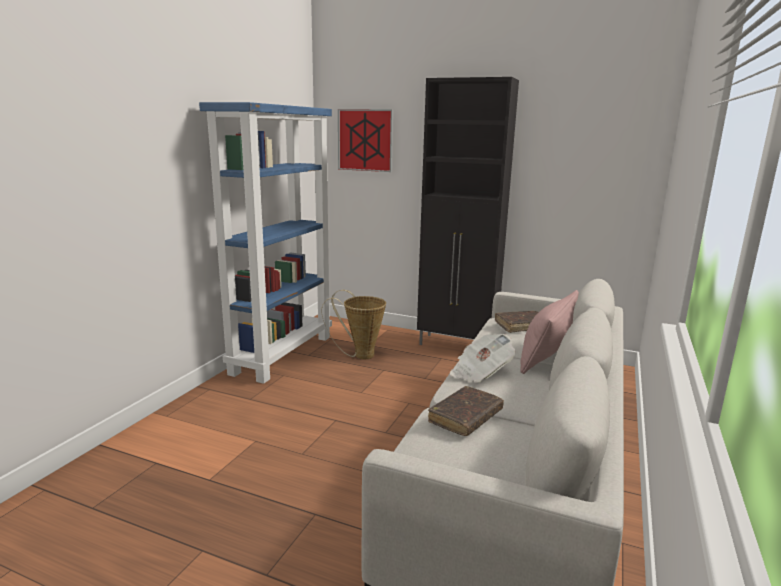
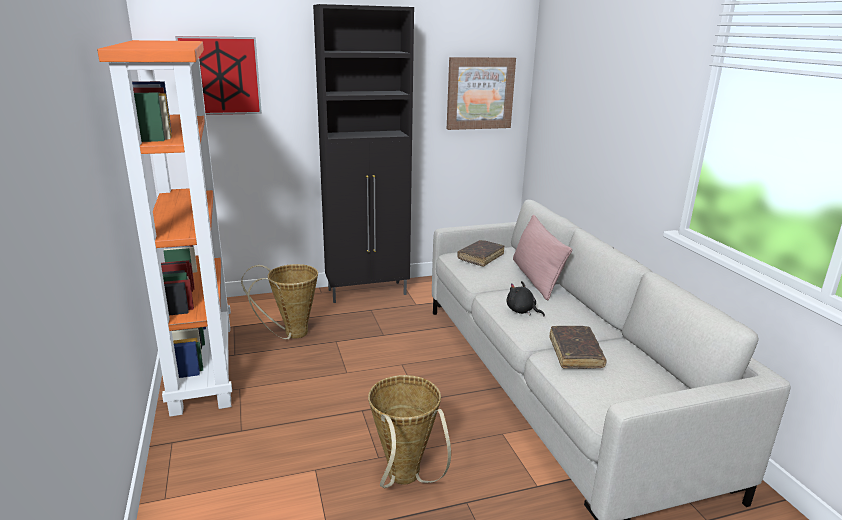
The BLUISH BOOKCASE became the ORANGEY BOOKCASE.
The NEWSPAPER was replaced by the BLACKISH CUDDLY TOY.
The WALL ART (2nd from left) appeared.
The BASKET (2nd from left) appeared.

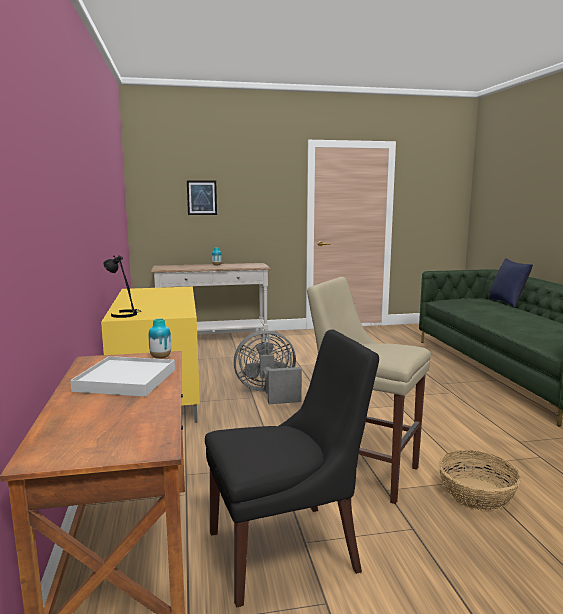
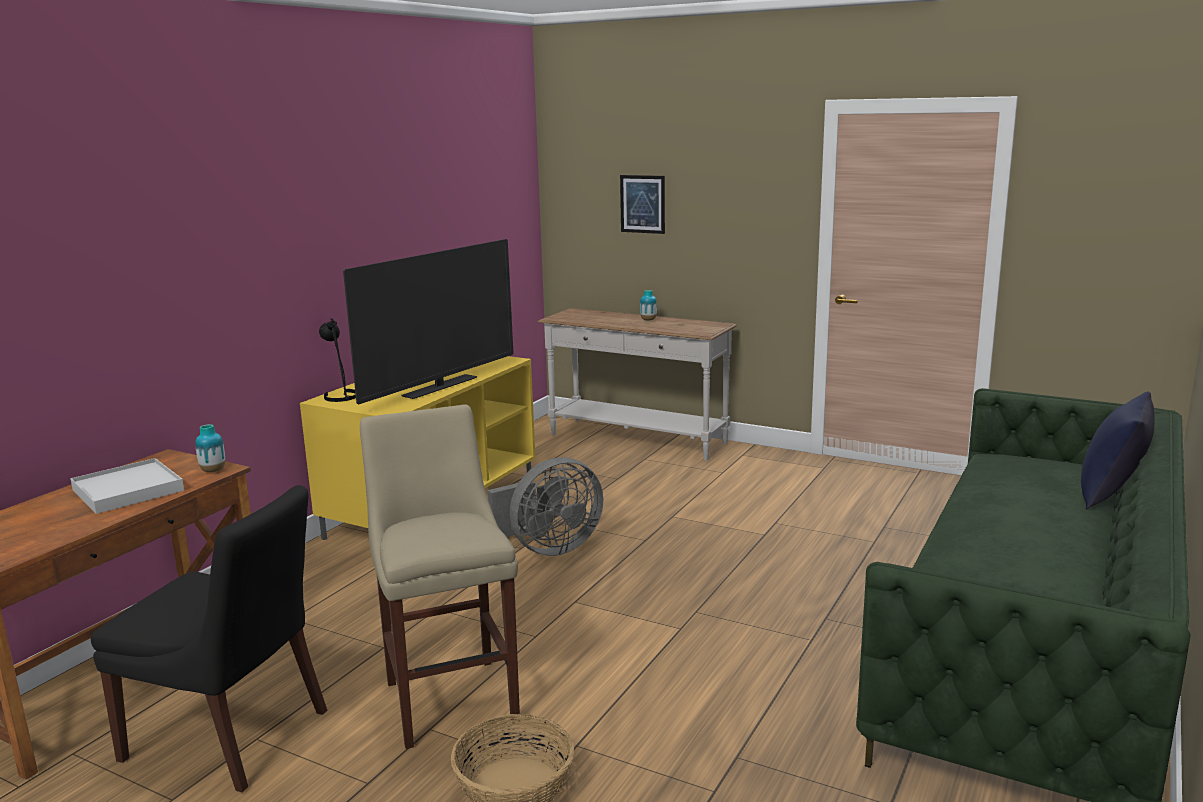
The GREYISH ELECTRIC FAN turned 120 degrees clockwise.
The TV SET appeared.

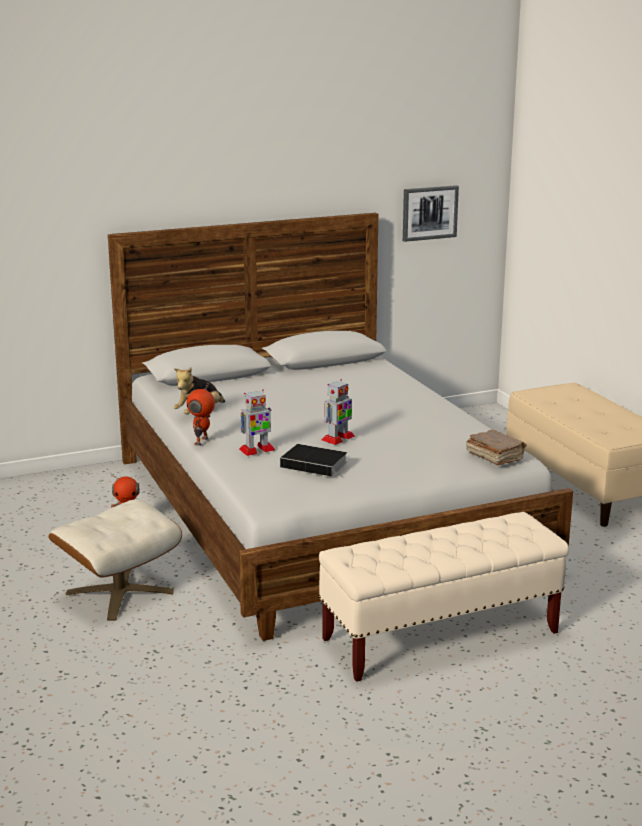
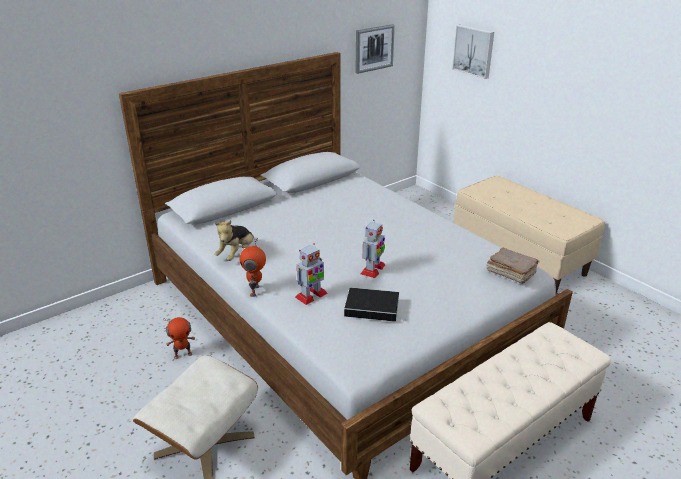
The WALL ART (2nd from left) appeared.

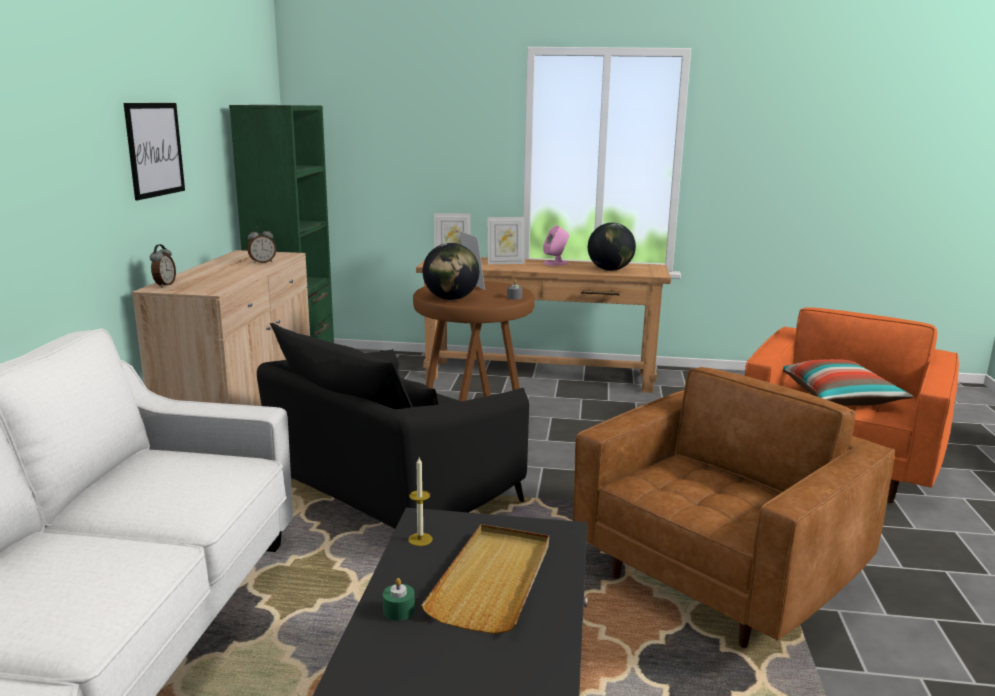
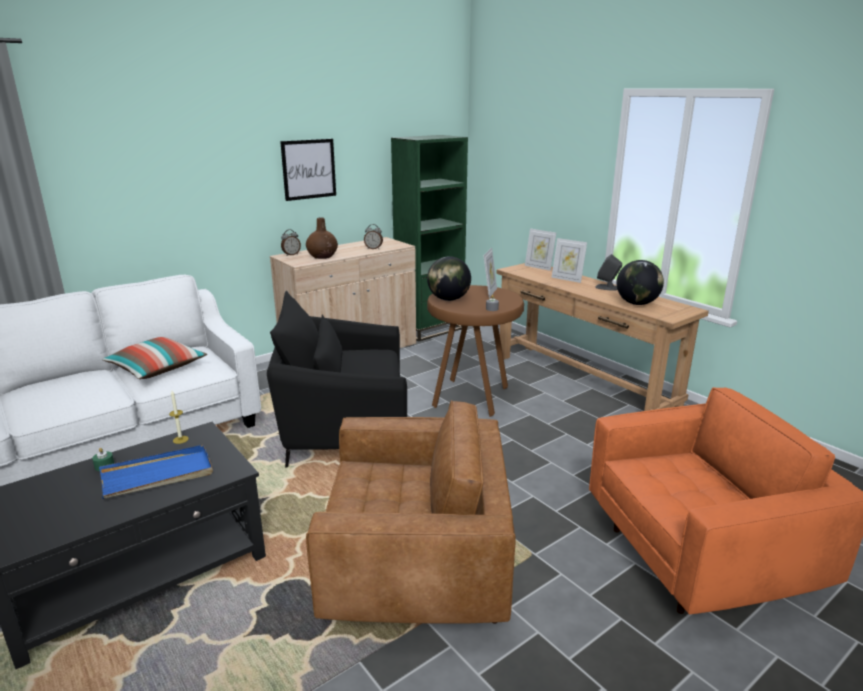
The PINK SPEAKER became the GREYISH SPEAKER.
The PILLOW moved.
The BEIGE-COLOURED TRAY became the BLUISH TRAY.
The BROWN-COLOURED FLOWER VASE appeared.

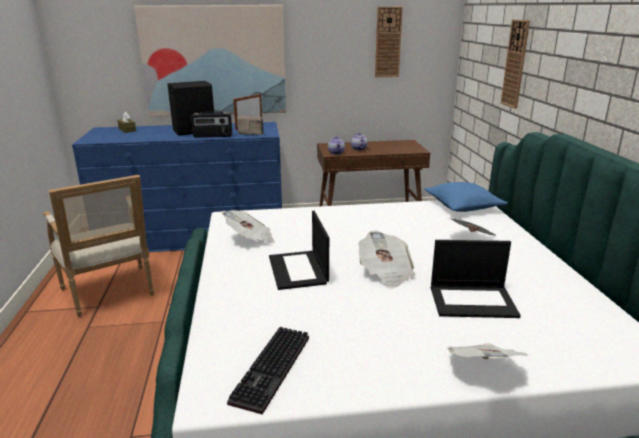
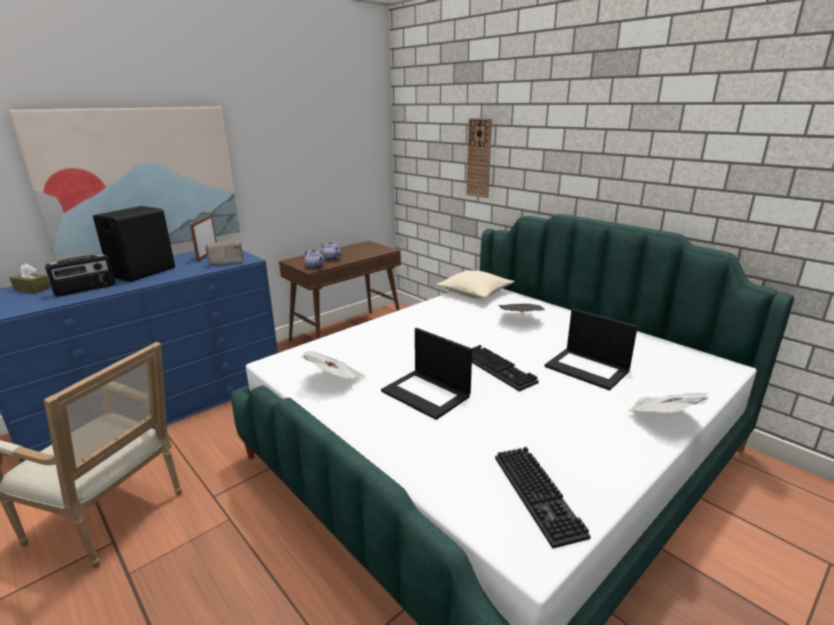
The CLOCK ON THE WALL (1st from left) disappeared.
The RADIO (1st from left) moved.
The BLUISH PILLOW became the BEIGE-COLOURED PILLOW.
The NEWSPAPER (2nd from left) was replaced by the KEYBOARD (1st from left).
The NOTEBOOK COMPUTER (2nd from left) turned 75 degrees clockwise.

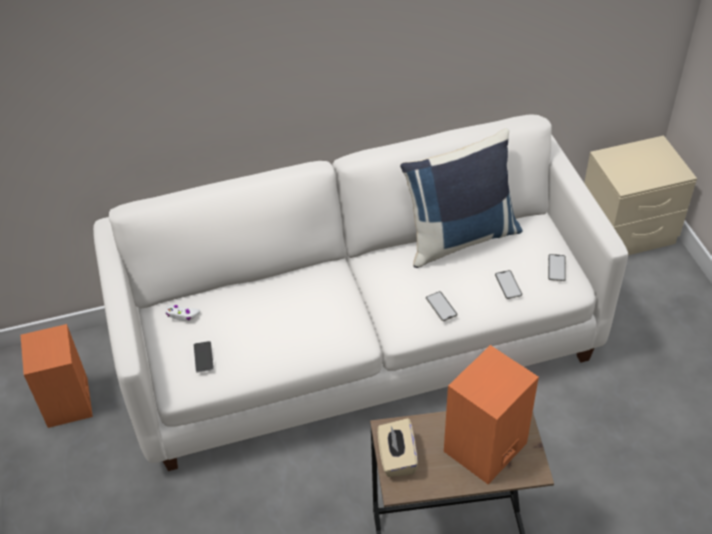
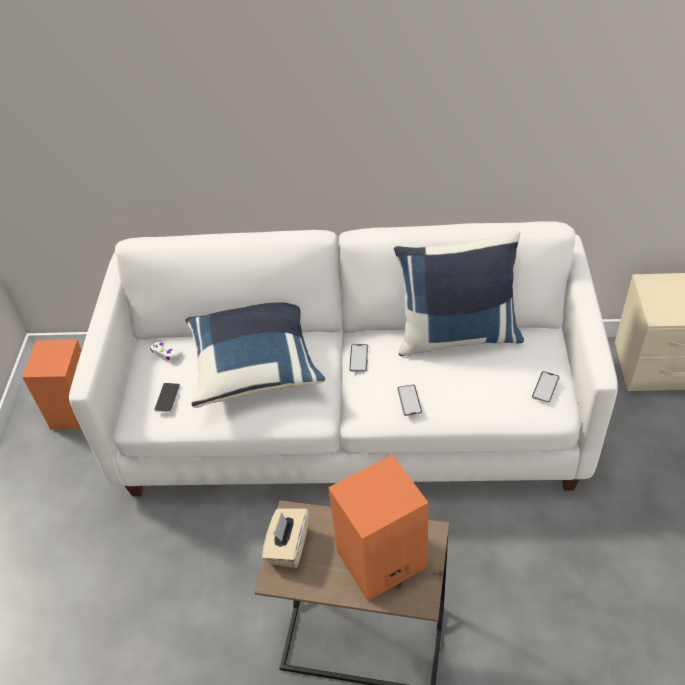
The HANDSET (3rd from left in the first image) moved.
The BLUISH PILLOW (1st from left) appeared.

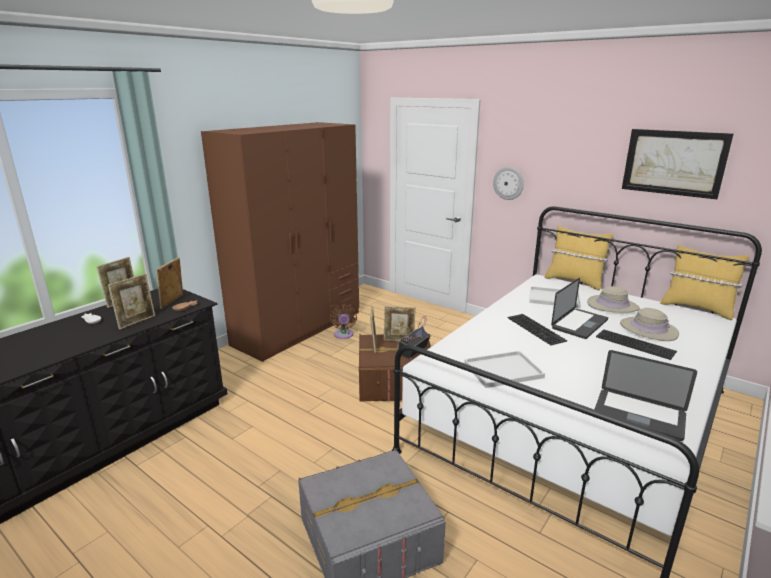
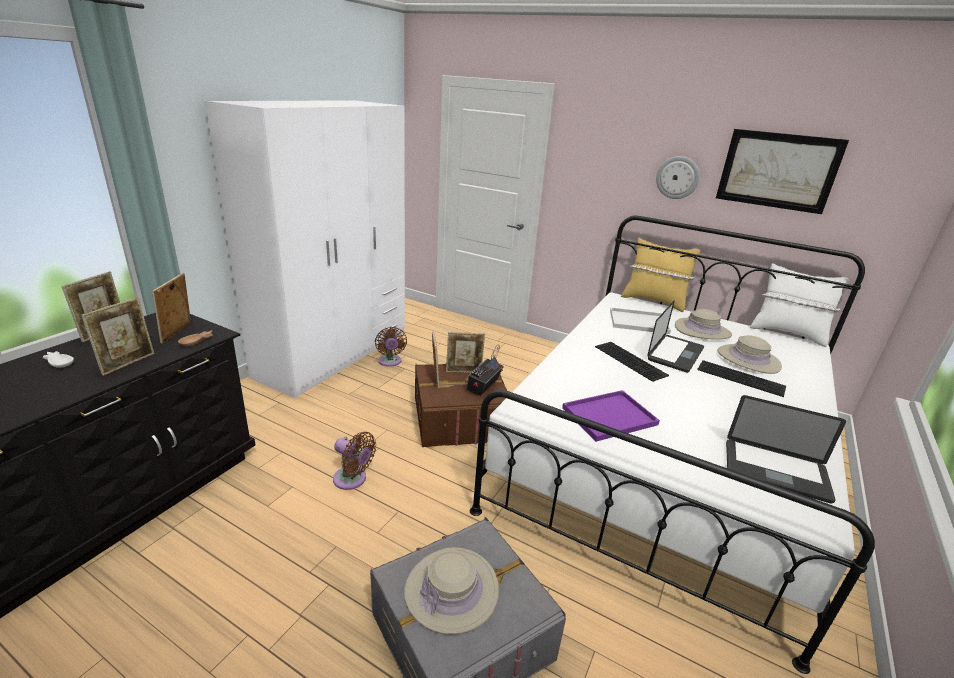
The BROWN-COLOURED CLOTHES CUPBOARD became the WHITE CLOTHES CUPBOARD.
The CLOCK ON THE WALL moved.
The YELLOWISH PILLOW (2nd from left) became the WHITE PILLOW.
The WHITE TRAY (1st from left) became the PURPLE TRAY.
The BROWN-COLOURED ELECTRIC FAN (1st from left) appeared.
The BEIGE-COLOURED HAT (1st from left) appeared.

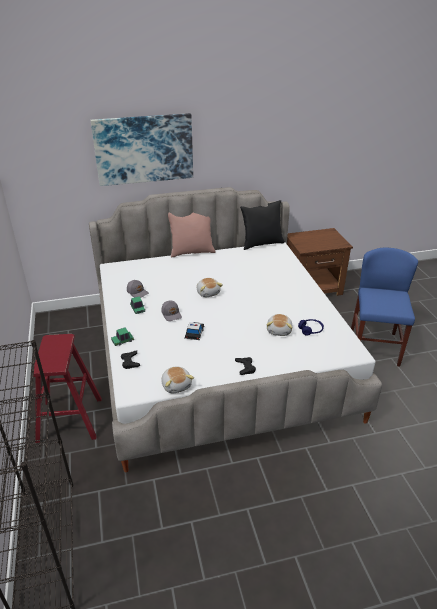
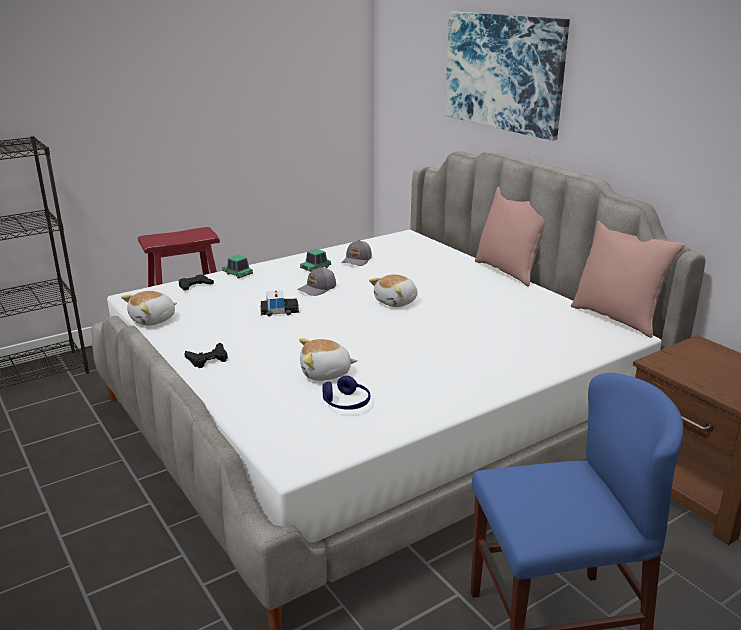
The BLACKISH PILLOW became the PINK PILLOW (2nd from left).

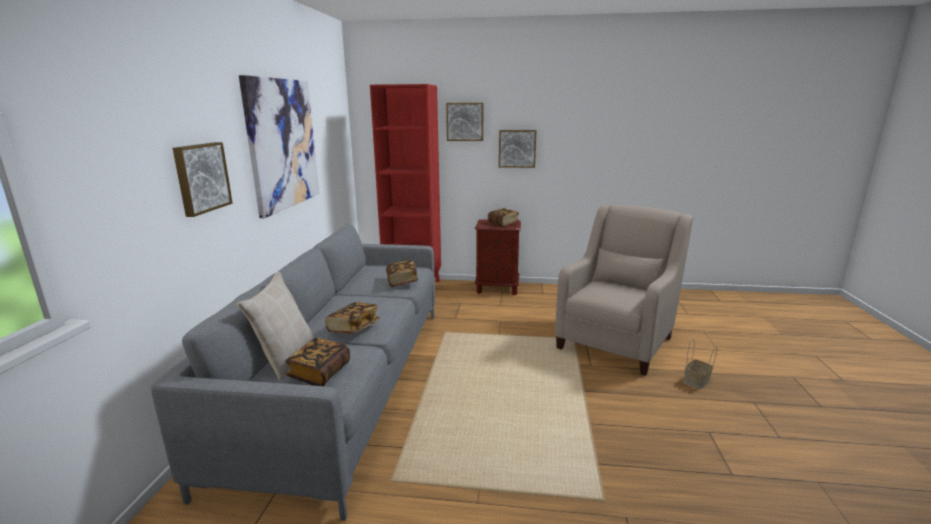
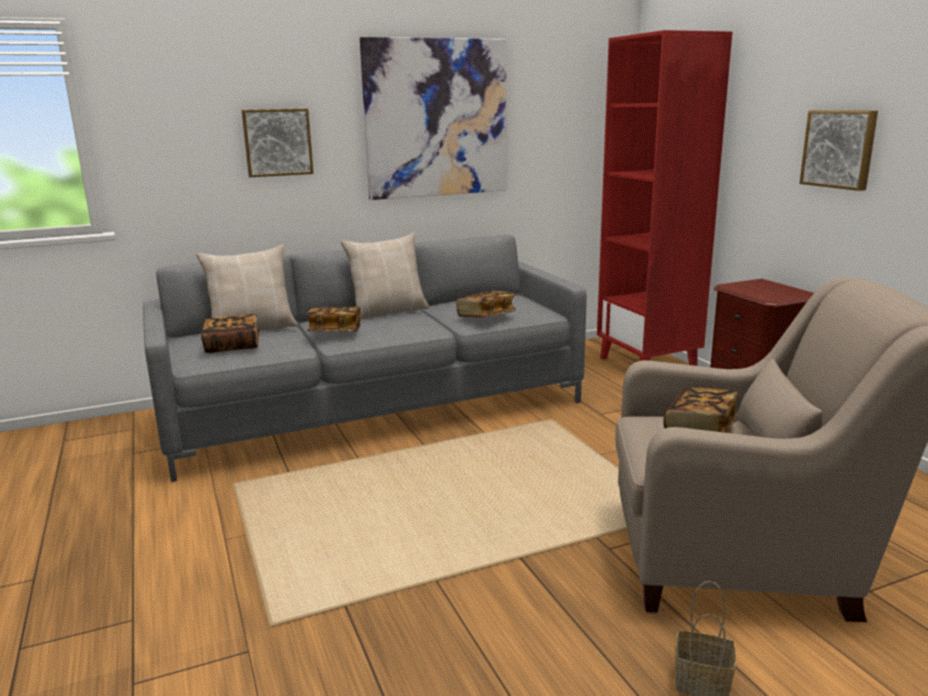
The WALL ART (3rd from left) disappeared.
The VOLUME (4th from left) moved.
The BEIGE-COLOURED PILLOW (2nd from left) appeared.

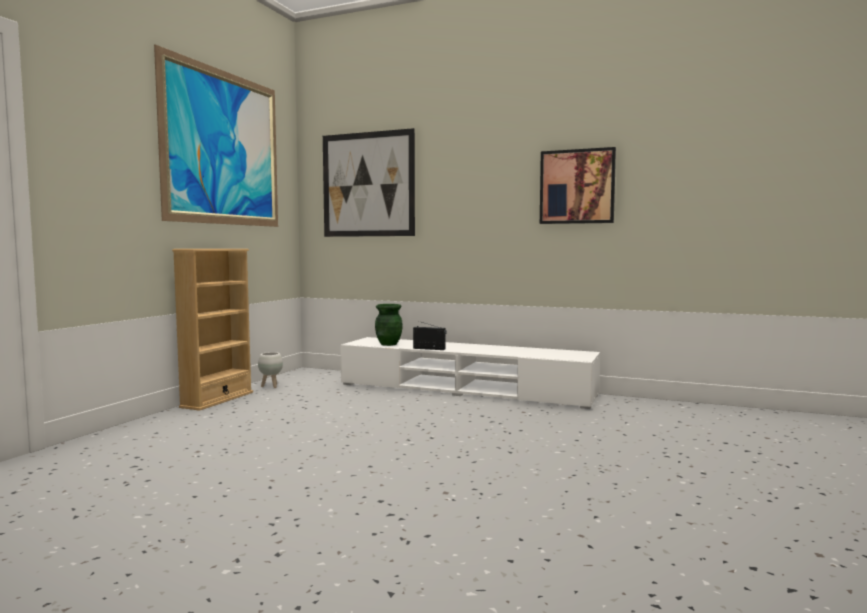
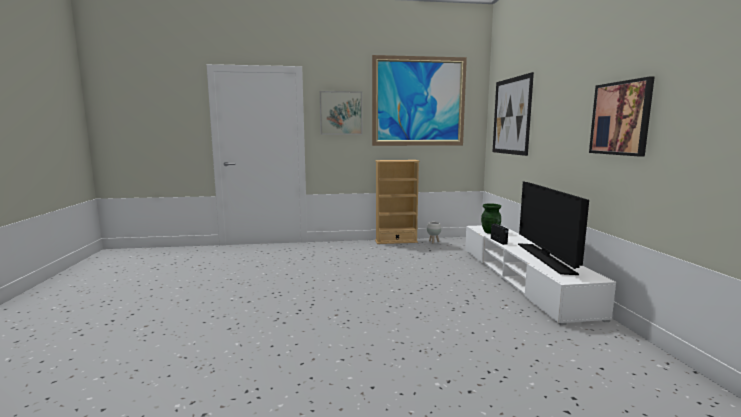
The WALL ART (1st from left) appeared.
The TV SET appeared.

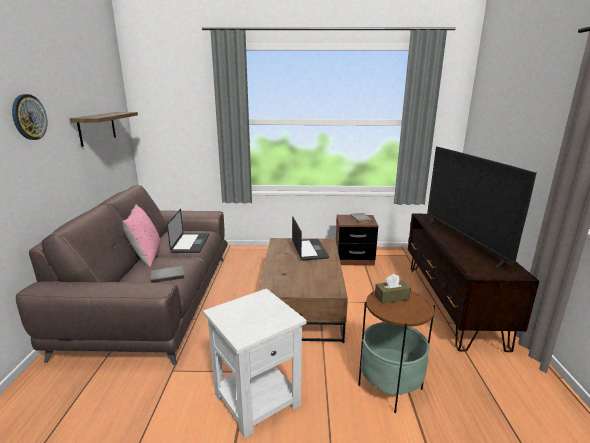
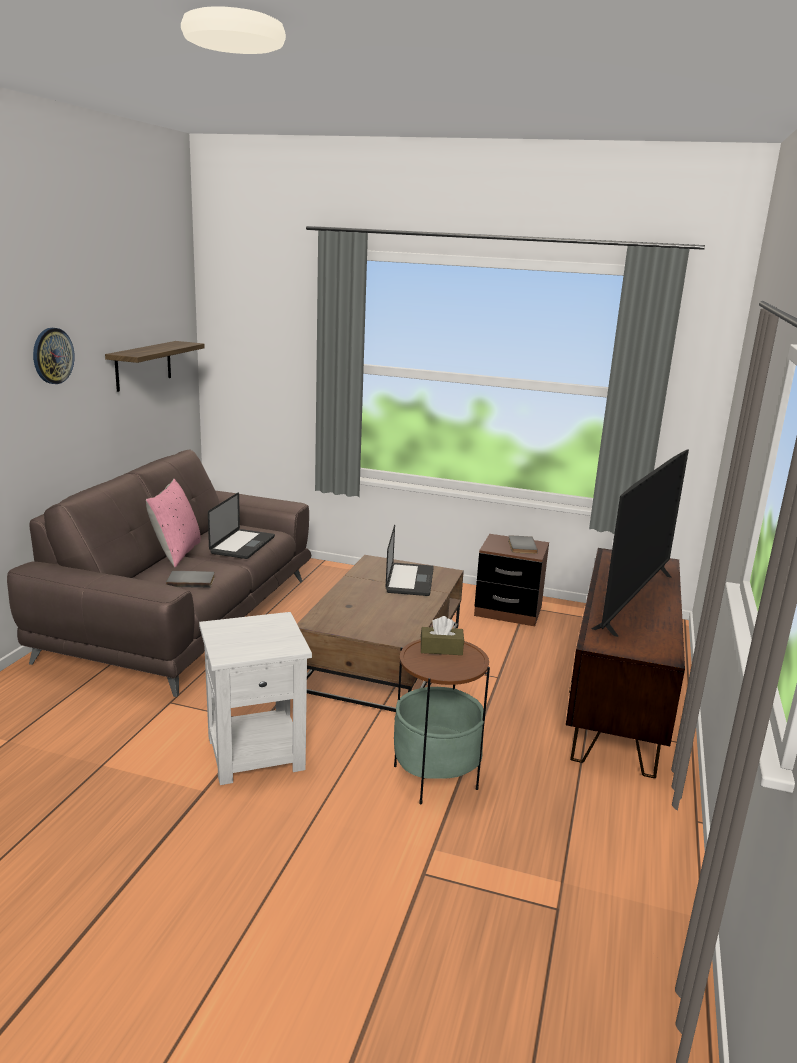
The TV SET turned 150 degrees counterclockwise.

